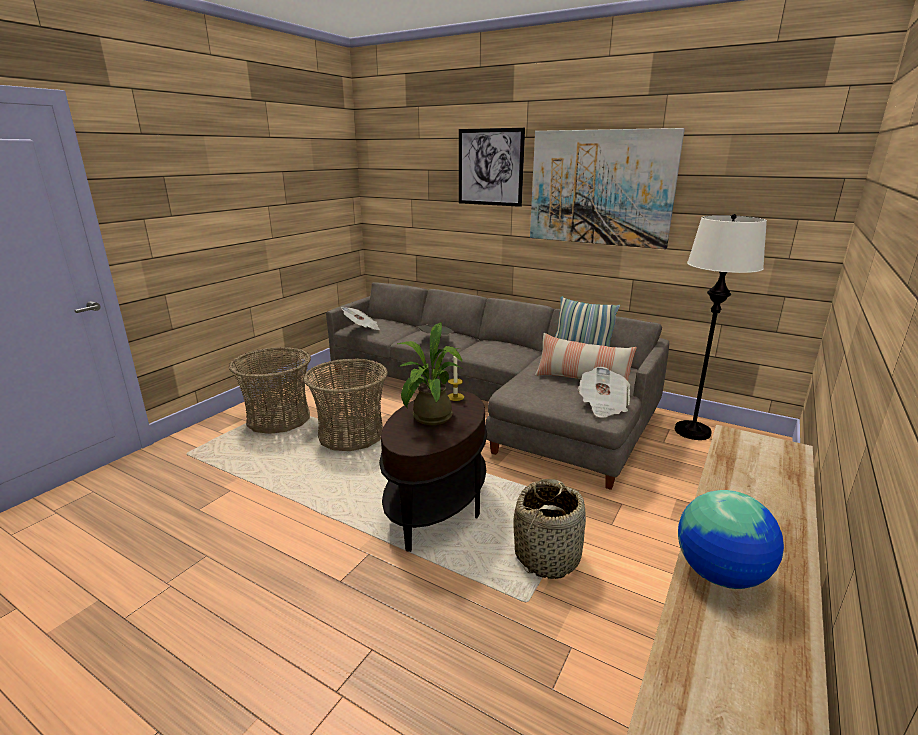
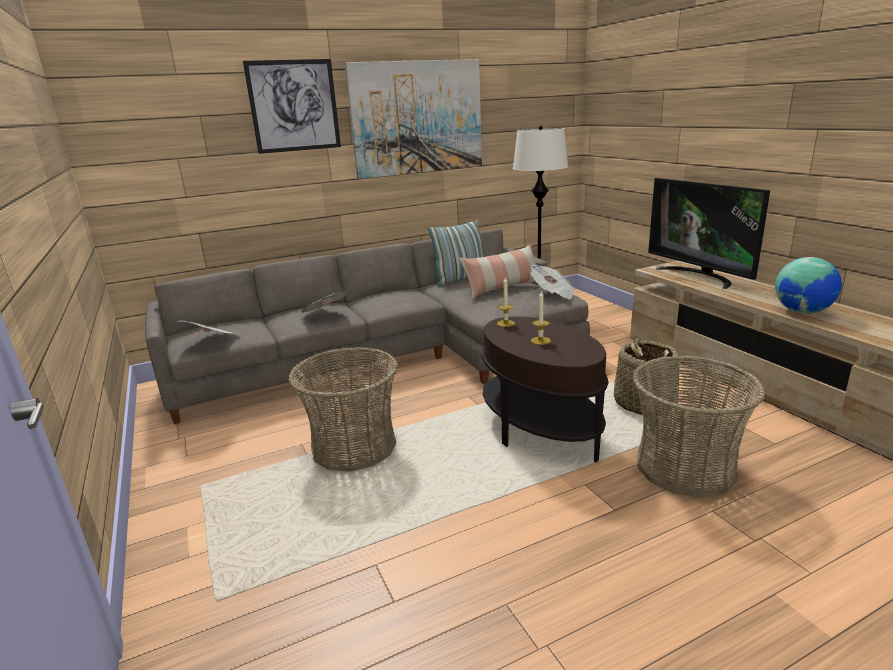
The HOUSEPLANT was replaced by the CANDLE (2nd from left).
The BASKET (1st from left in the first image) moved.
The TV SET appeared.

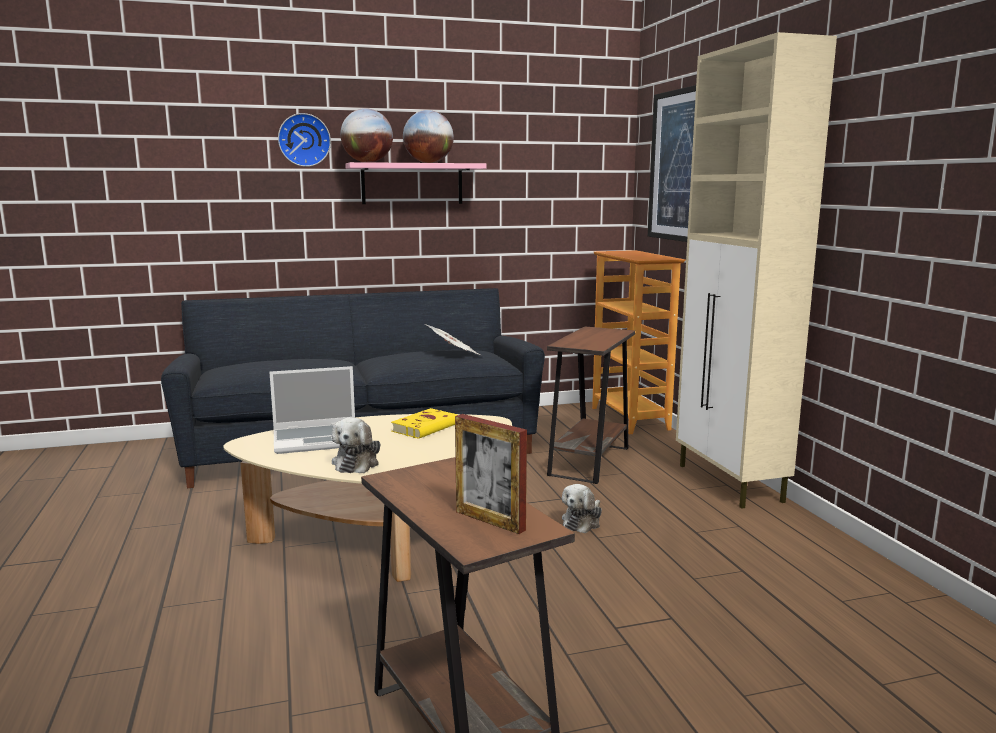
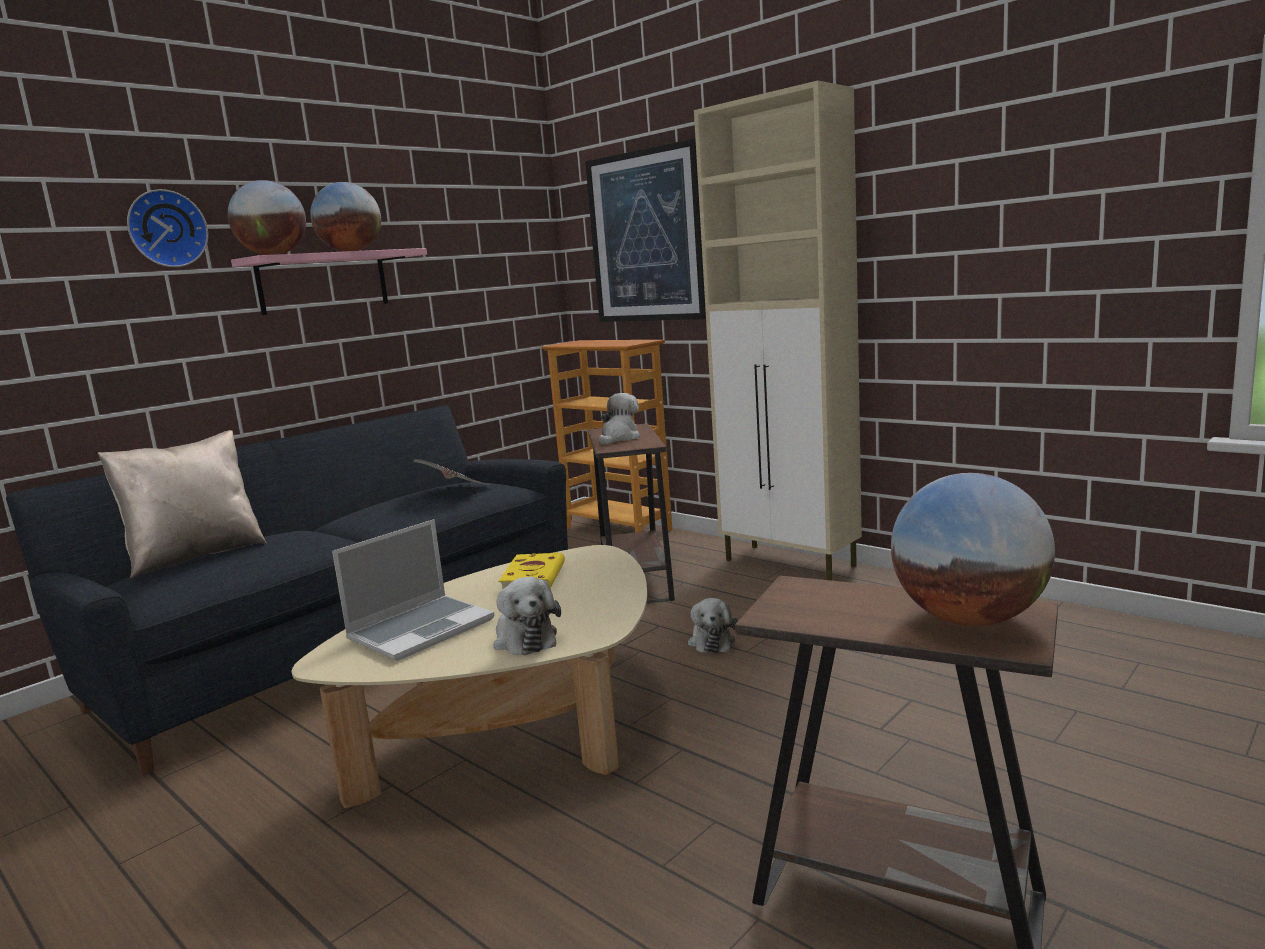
The PHOTO FRAME was replaced by the DESK GLOBE (3rd from left).
The CUDDLY TOY (2nd from left) appeared.
The BEIGE-COLOURED PILLOW appeared.

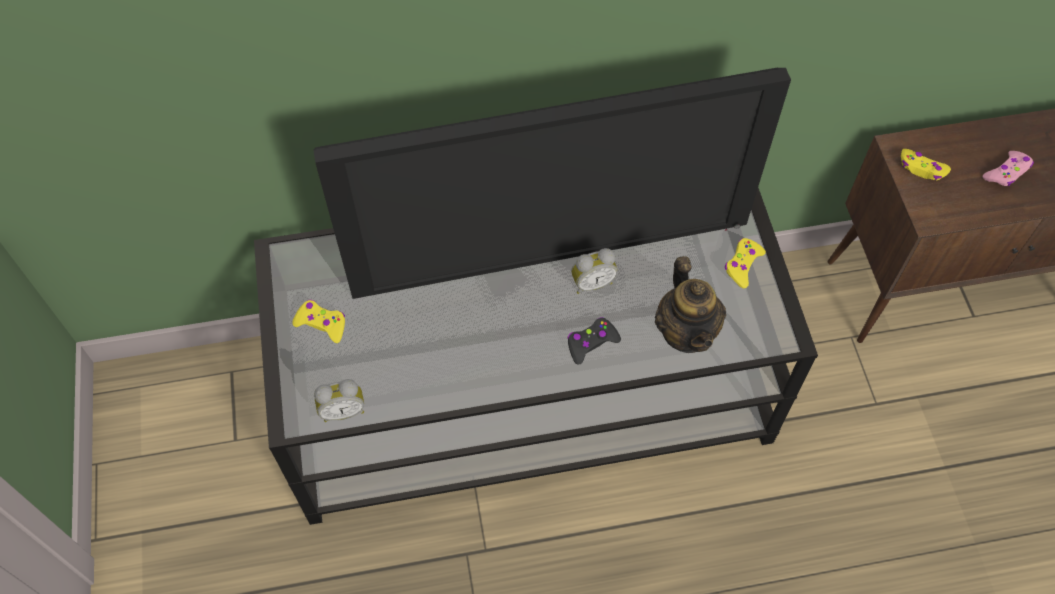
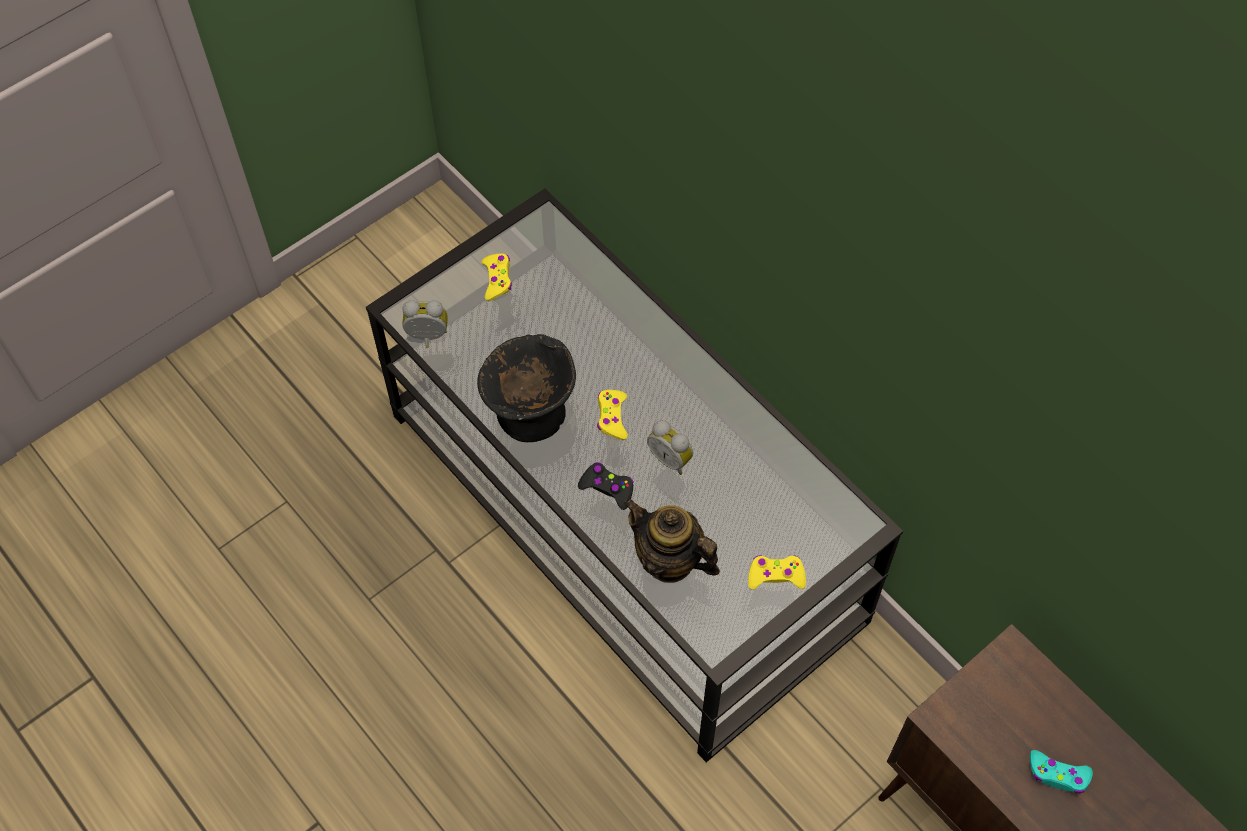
The TV SET disappeared.
The YELLOWISH GAME CONTROLLER (3rd from left in the first image) moved.
The PINK GAME CONTROLLER became the TURQUOISE GAME CONTROLLER.
The TEA POT turned 75 degrees clockwise.
The TABLE CLOCK (1st from left) turned 135 degrees clockwise.
The BLACKISH DEEP DISH appeared.

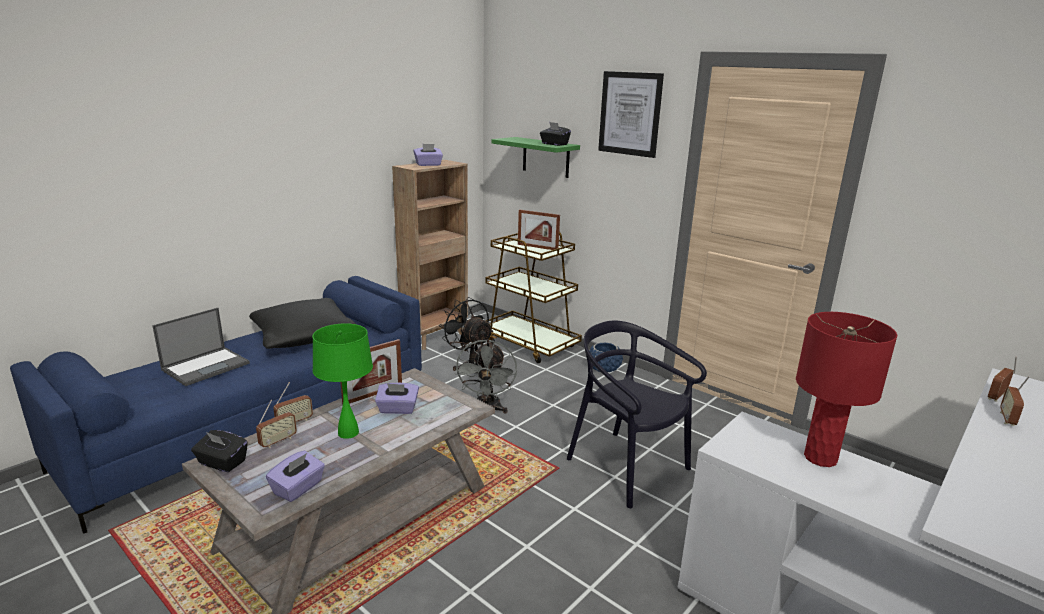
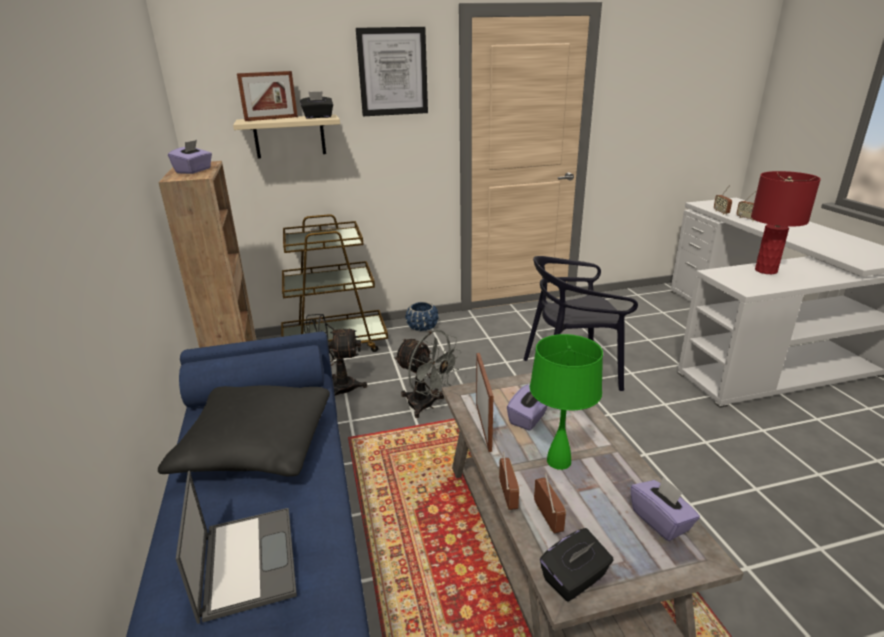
The GREEN-COLOURED BRACKET SHELF became the BEIGE-COLOURED BRACKET SHELF.
The PHOTO FRAME (2nd from left in the first image) moved.

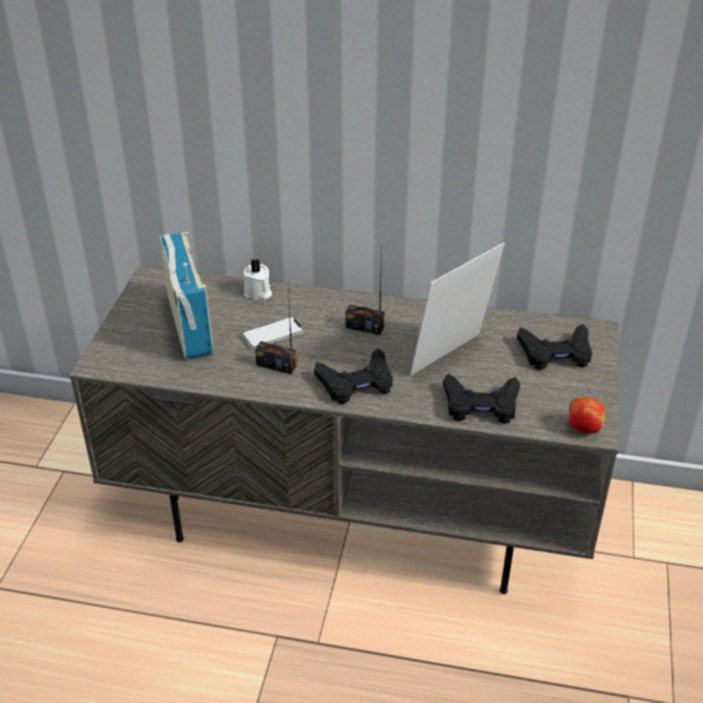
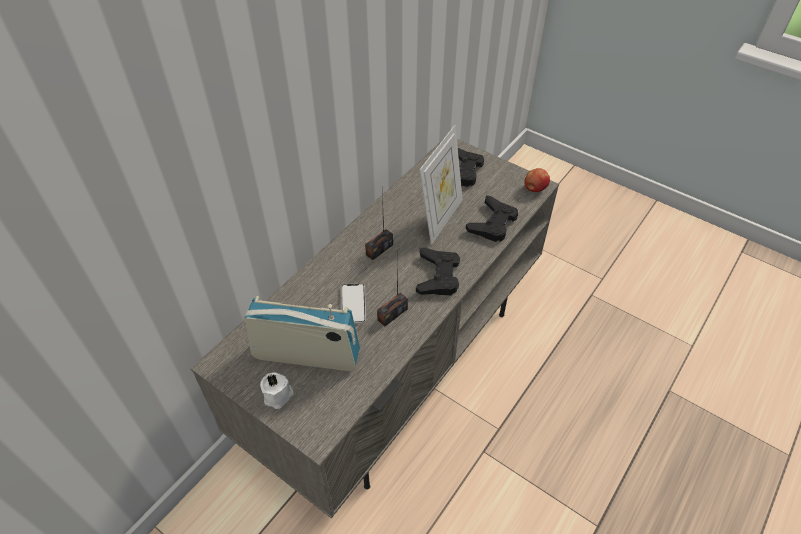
The PHOTO FRAME turned 135 degrees counterclockwise.
The WHITE CANDLE moved.

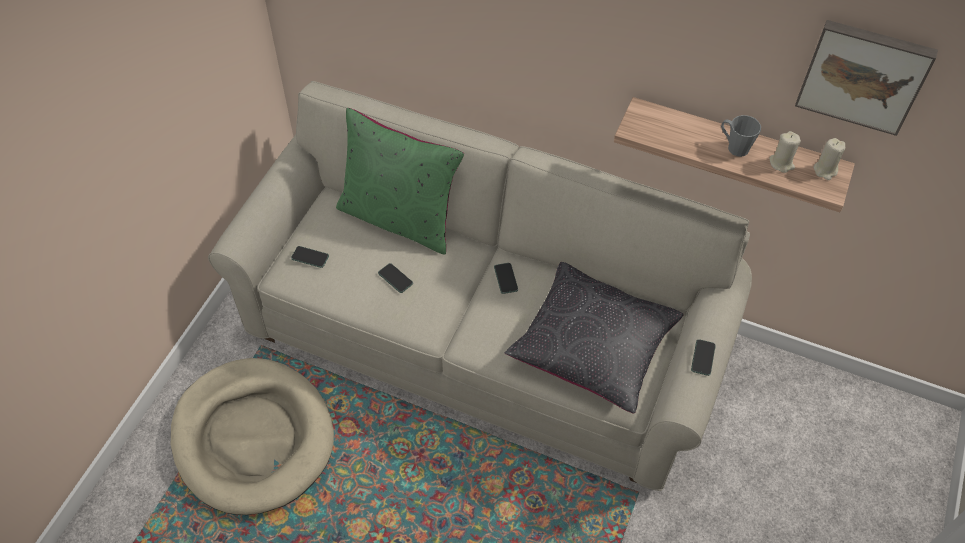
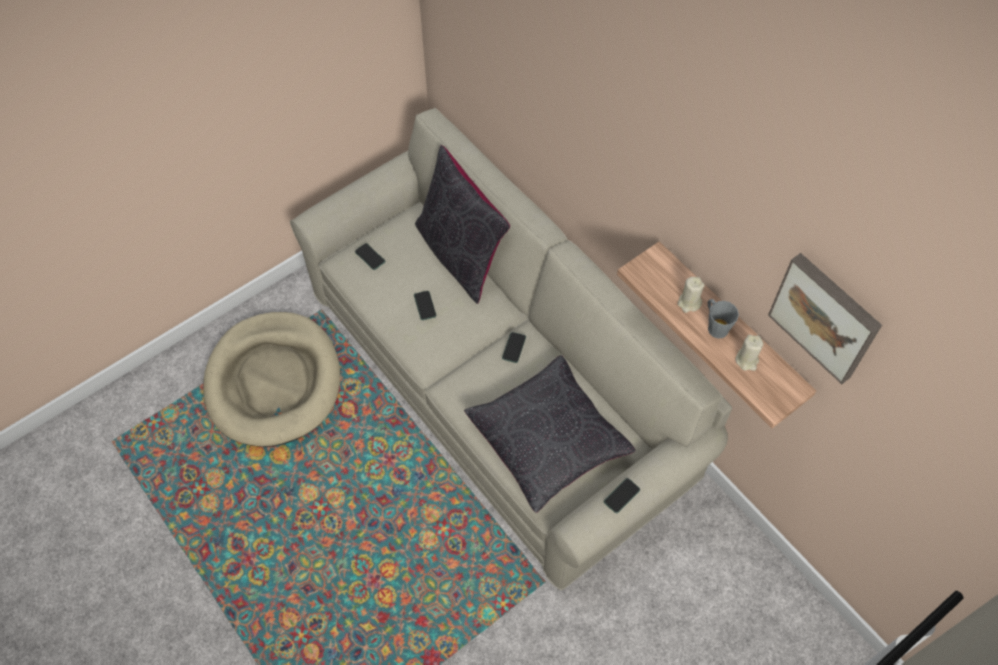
The GREEN-COLOURED PILLOW became the BLACKISH PILLOW (1st from left).
The BEIGE-COLOURED CANDLE (2nd from left in the first image) moved.

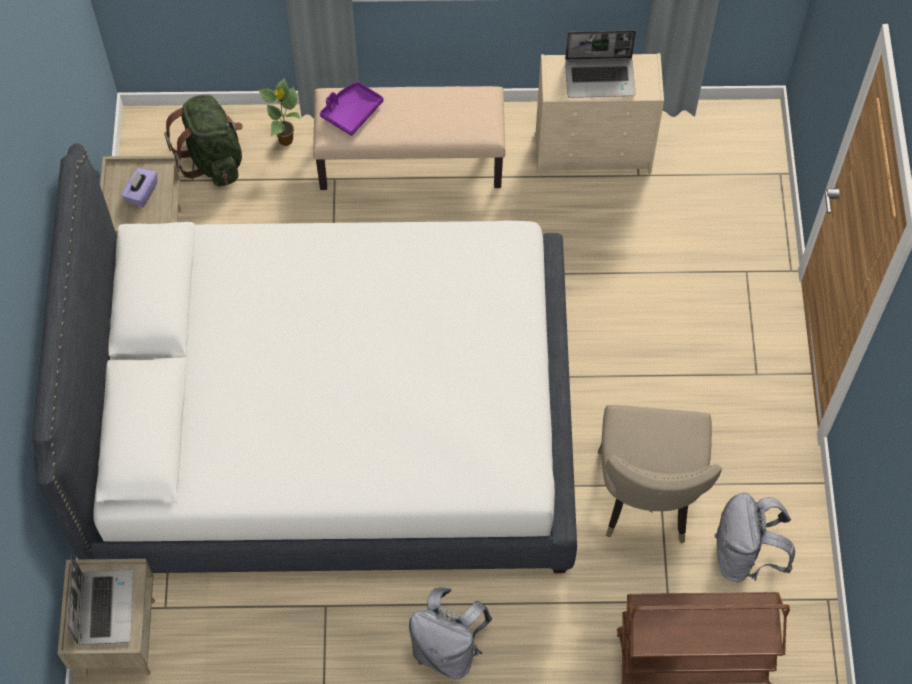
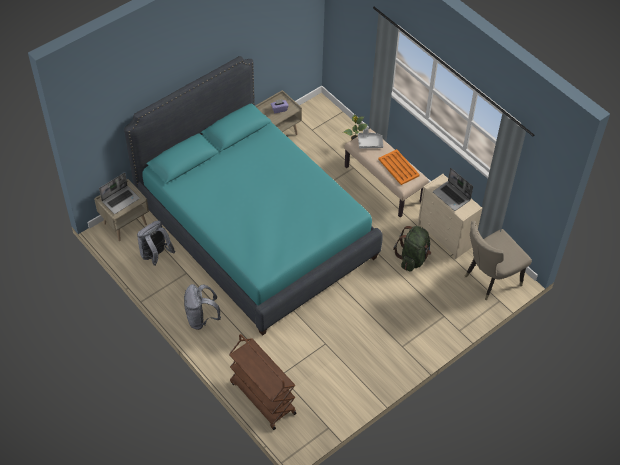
The PURPLE TRAY became the GREYISH TRAY.
The GREEN-COLOURED RUCKSACK moved.
The WHITE SLEEPING BED became the TURQUOISE SLEEPING BED.
The BEIGE-COLOURED UPRIGHT CHAIR moved.
The GREYISH RUCKSACK (2nd from left in the first image) moved.
The ORANGEY TRAY appeared.

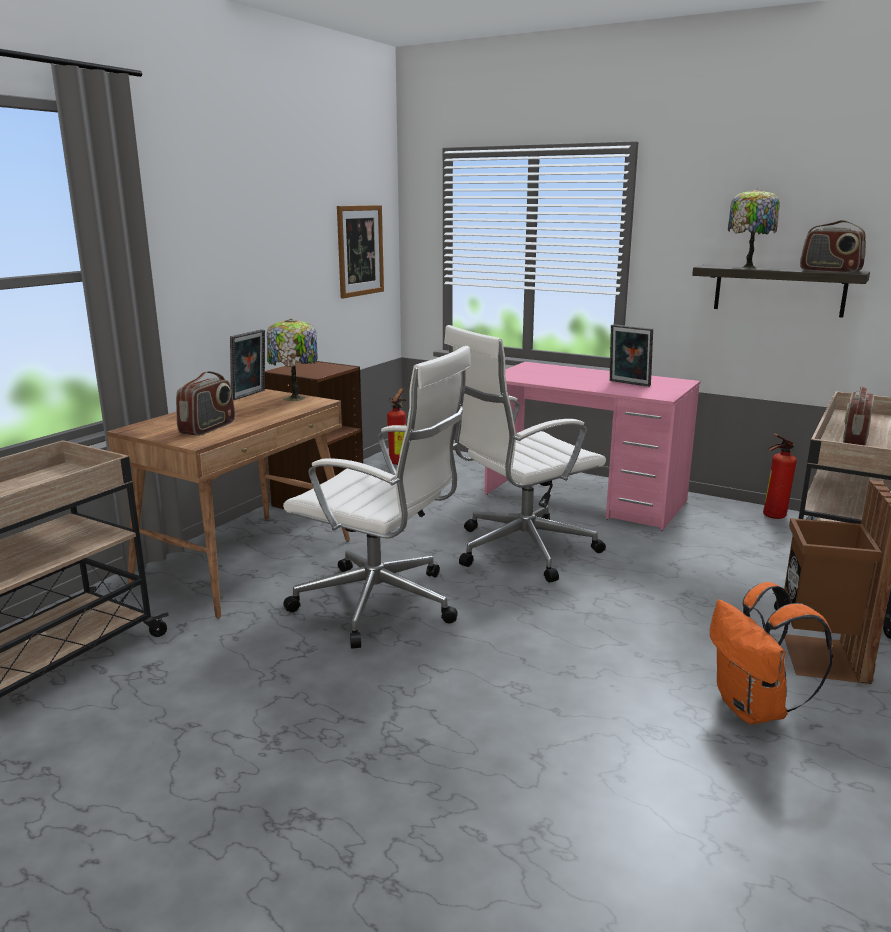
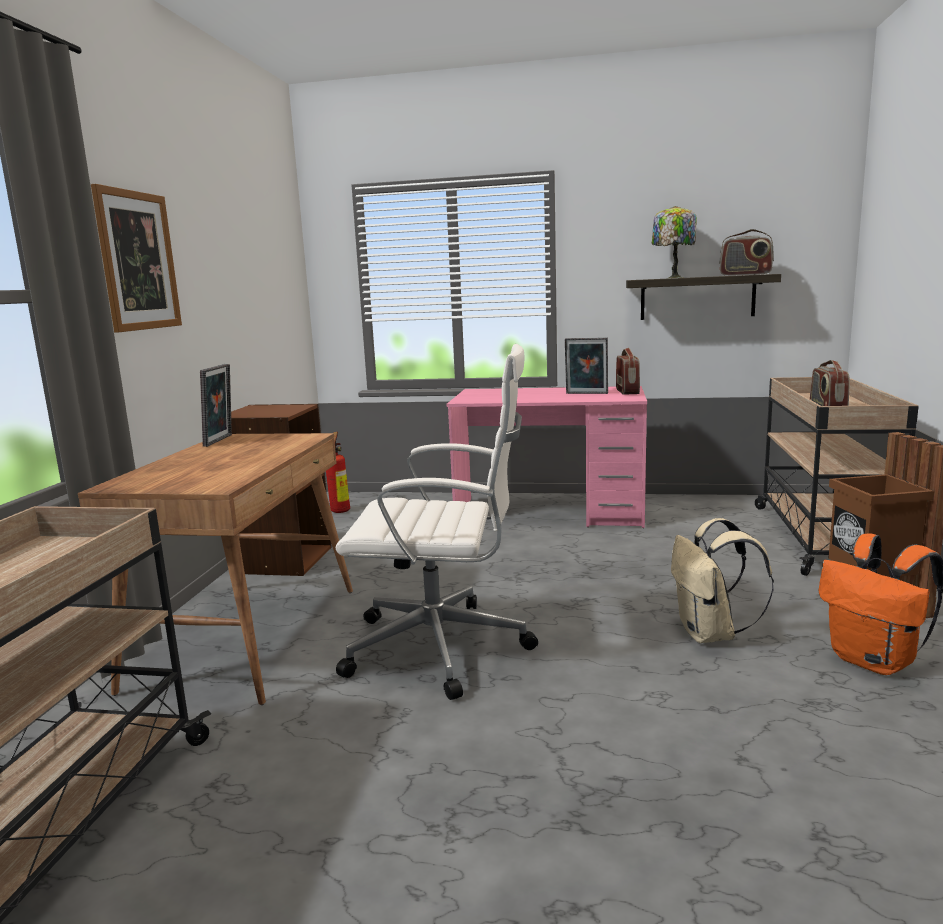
The WALL ART moved.
The TABLE LAMP (1st from left) disappeared.
The WHITE OFFICE CHAIR (2nd from left) disappeared.
The RADIO (1st from left) moved.
The FIRE EXTINGUISHER (2nd from left) disappeared.
The BEIGE-COLOURED RUCKSACK appeared.

